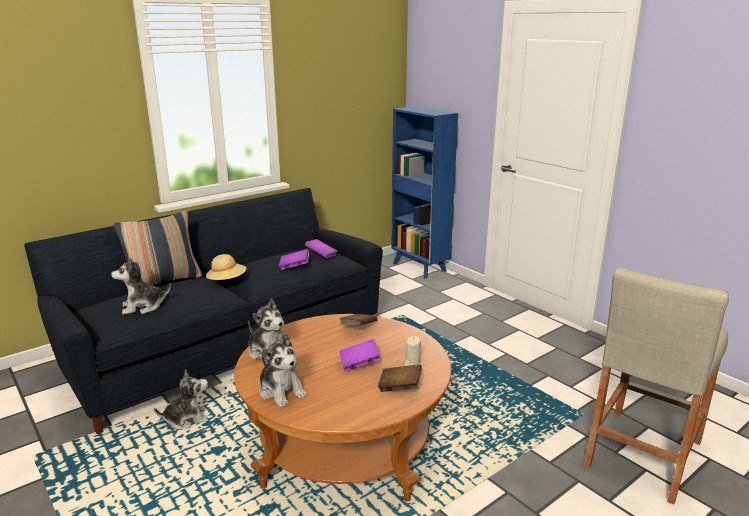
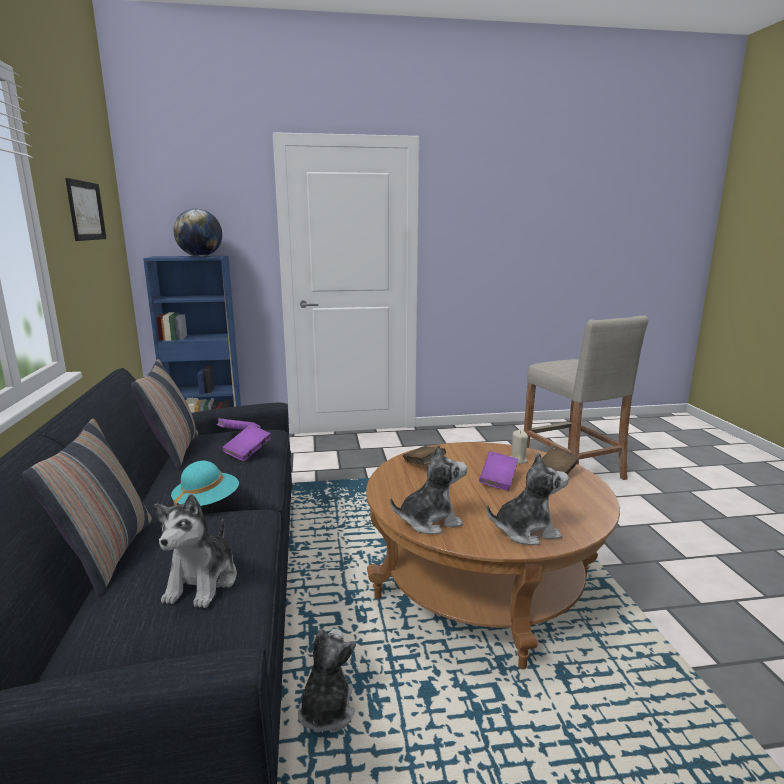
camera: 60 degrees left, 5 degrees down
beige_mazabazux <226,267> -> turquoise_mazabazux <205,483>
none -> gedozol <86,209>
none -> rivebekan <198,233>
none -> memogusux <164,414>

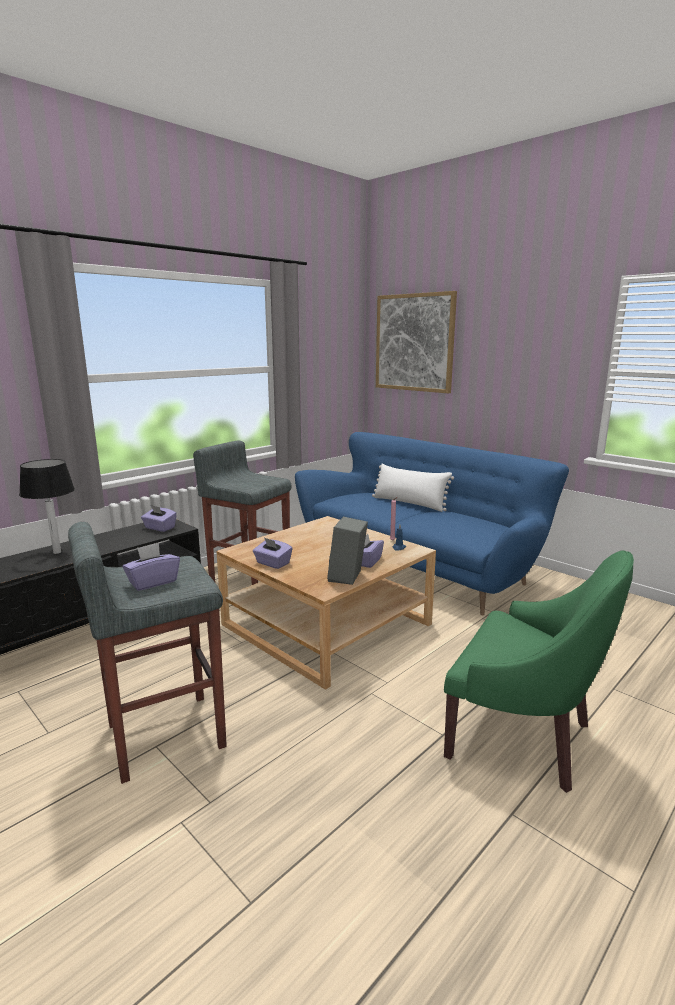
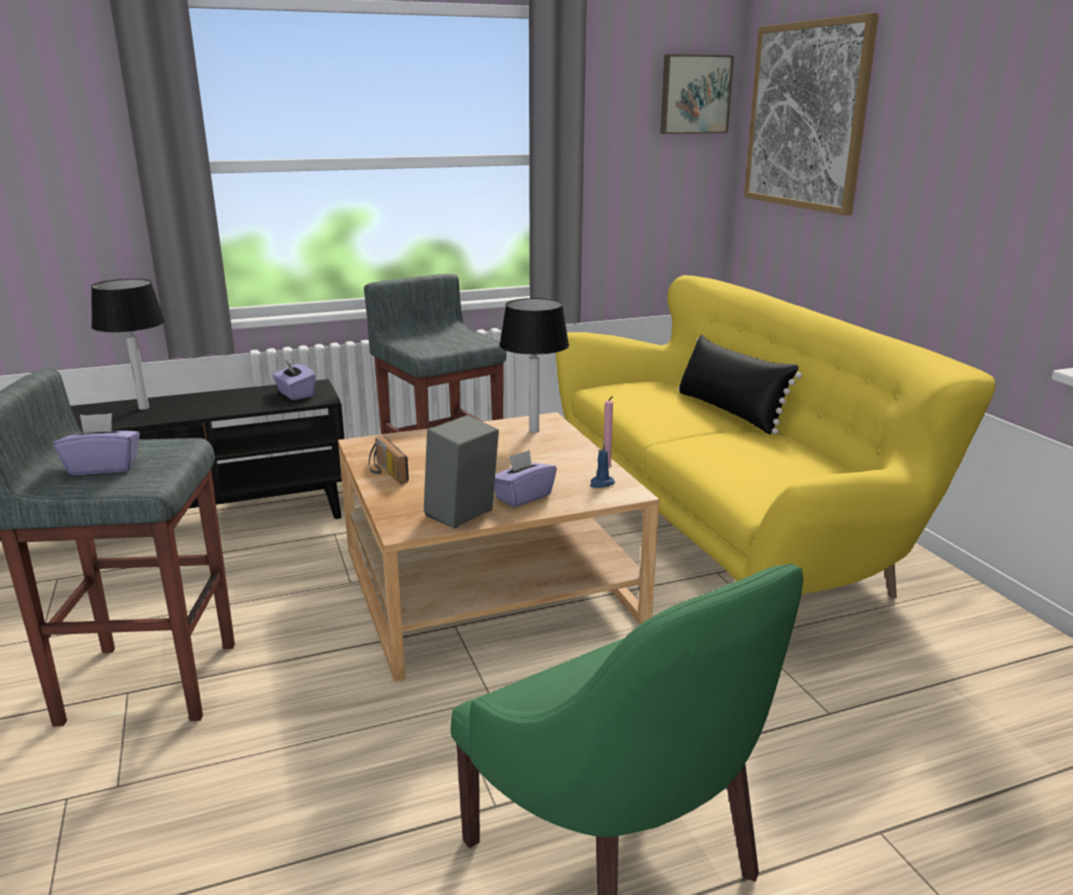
camera: 25 degrees right, 5 degrees up
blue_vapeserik <432,523> -> yellow_vapeserik <776,437>
white_memogusux <413,487> -> black_memogusux <740,385>
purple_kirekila <272,553> -> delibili <389,460>
none -> gedozol <697,94>
none -> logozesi <534,365>

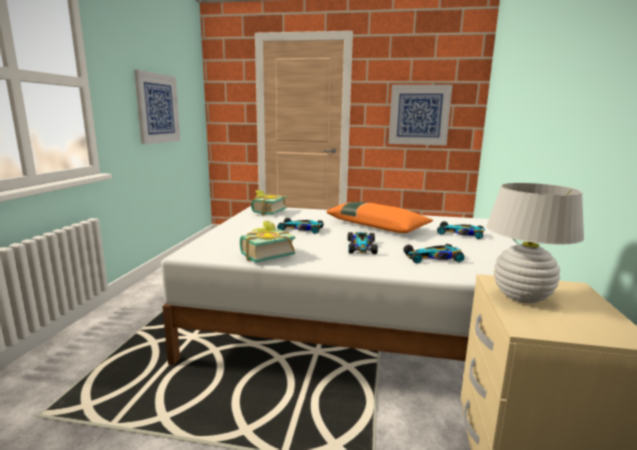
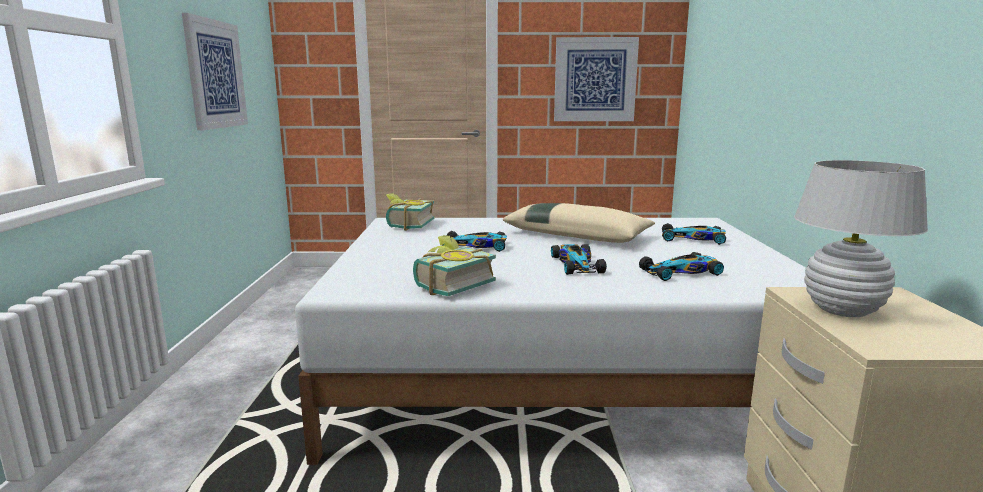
camera: 10 degrees left, 0 degrees up
orange_memogusux <379,217> -> beige_memogusux <579,223>

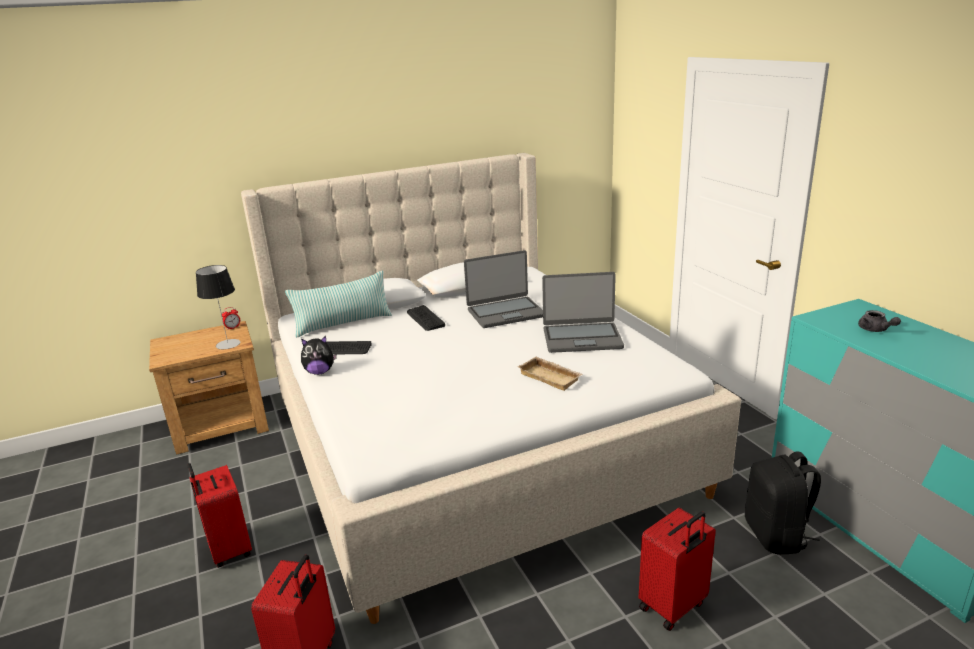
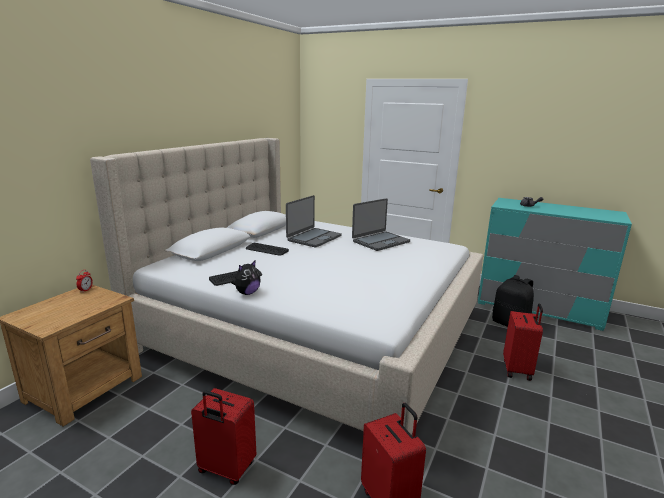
camera: 40 degrees left, 5 degrees down
logozesi <218,307> -> none
memogusux <338,304> -> none
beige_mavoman <550,373> -> none

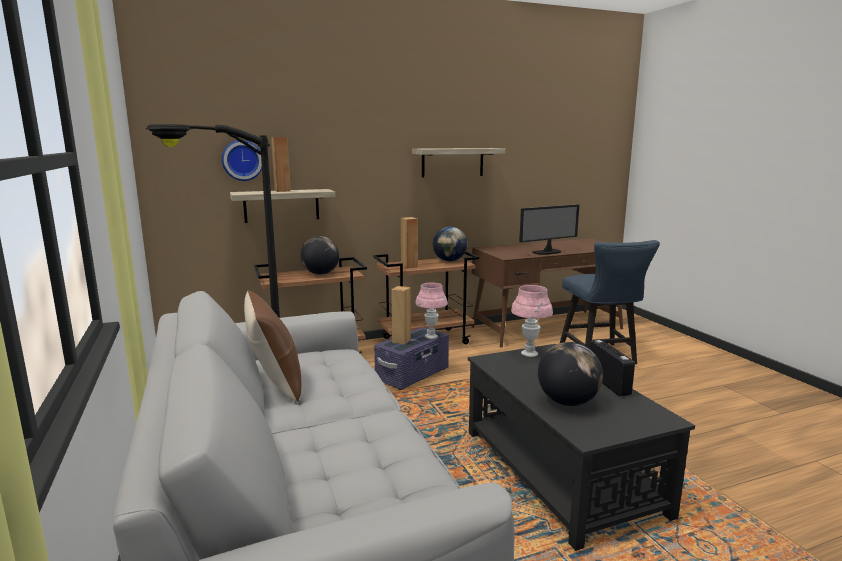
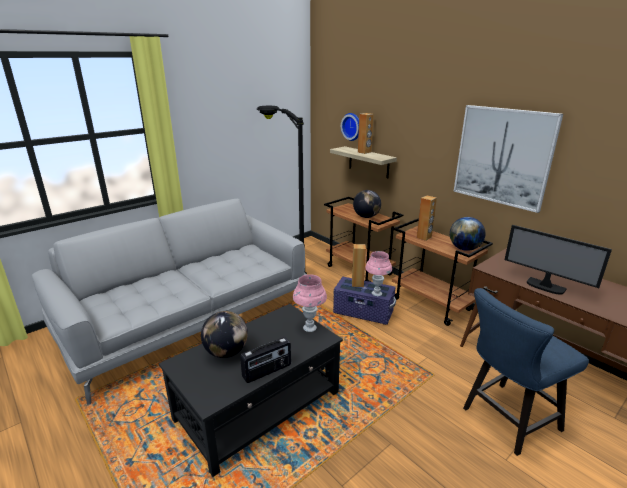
camera: 70 degrees right, 10 degrees up
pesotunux <458,163> -> gedozol <508,159>
brown_memogusux <273,346> -> none

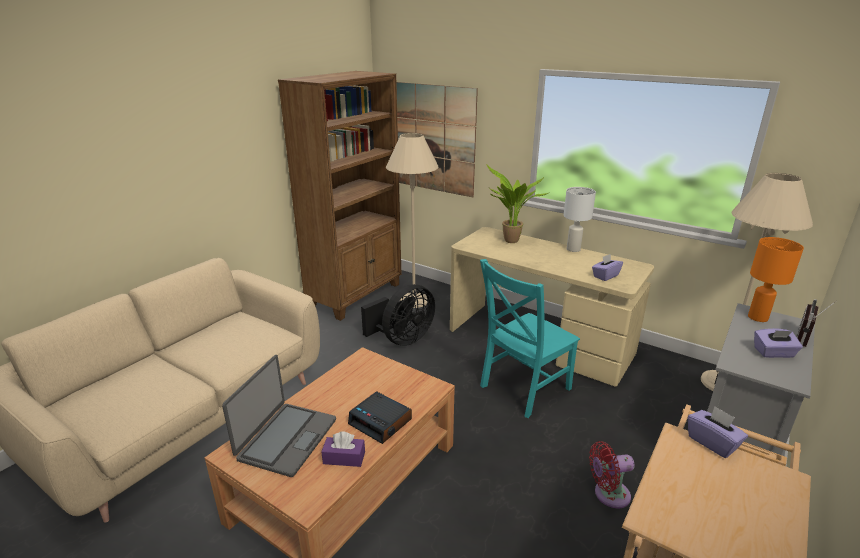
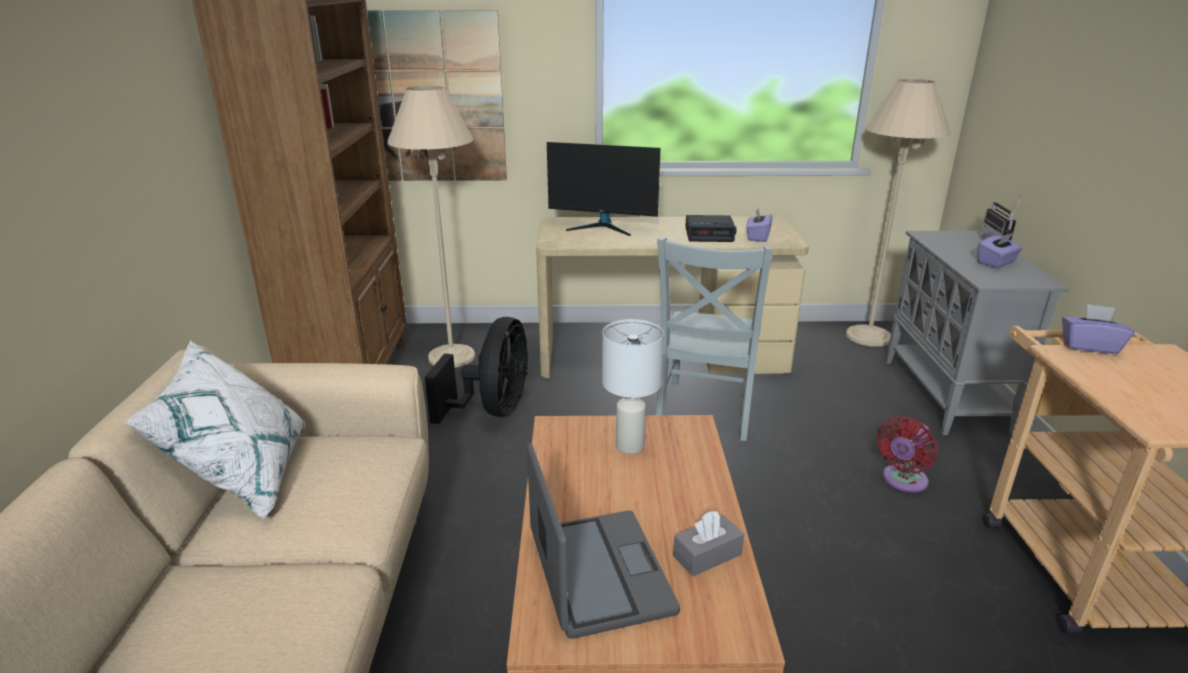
camera: 35 degrees left, 0 degrees up
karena <517,203> -> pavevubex <604,189>
white_logozesi <579,219> -> white_logozesi <633,386>, relocated
orange_logozesi <776,279> -> none
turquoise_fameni <530,338> -> grey_fameni <714,339>
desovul <380,417> -> desovul <711,228>, relocated
purple_kirekila <343,449> -> grey_kirekila <708,544>
none -> white_memogusux <214,429>

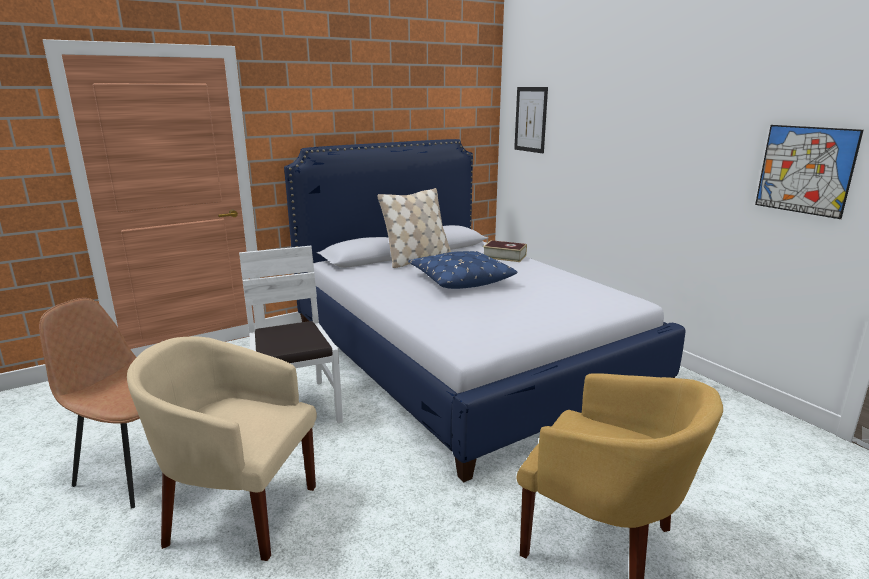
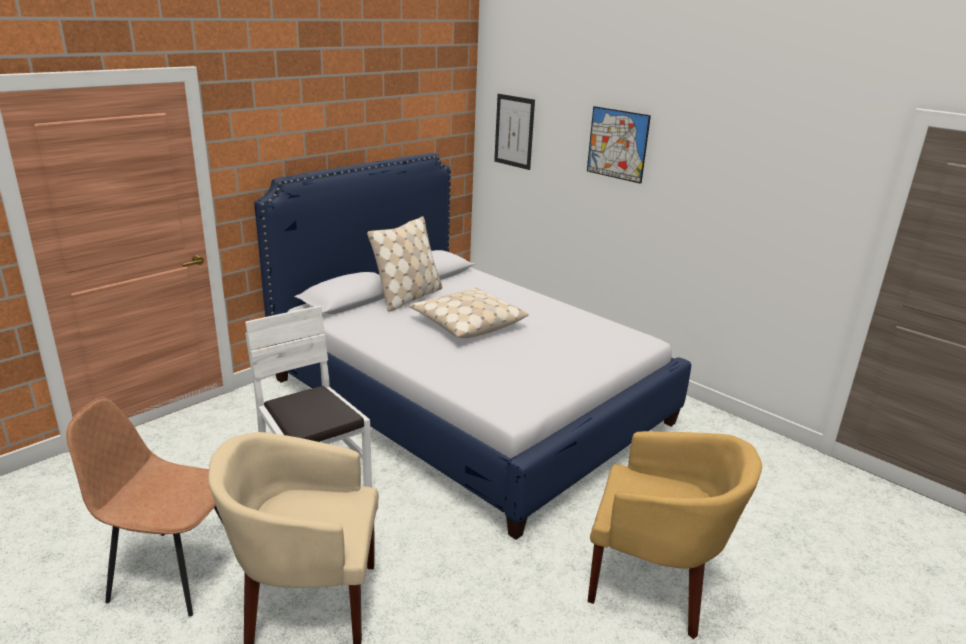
camera: 15 degrees left, 5 degrees up
gedozol <809,172> -> gedozol <619,145>, relocated
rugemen <505,251> -> none
blue_memogusux <463,270> -> beige_memogusux <469,313>

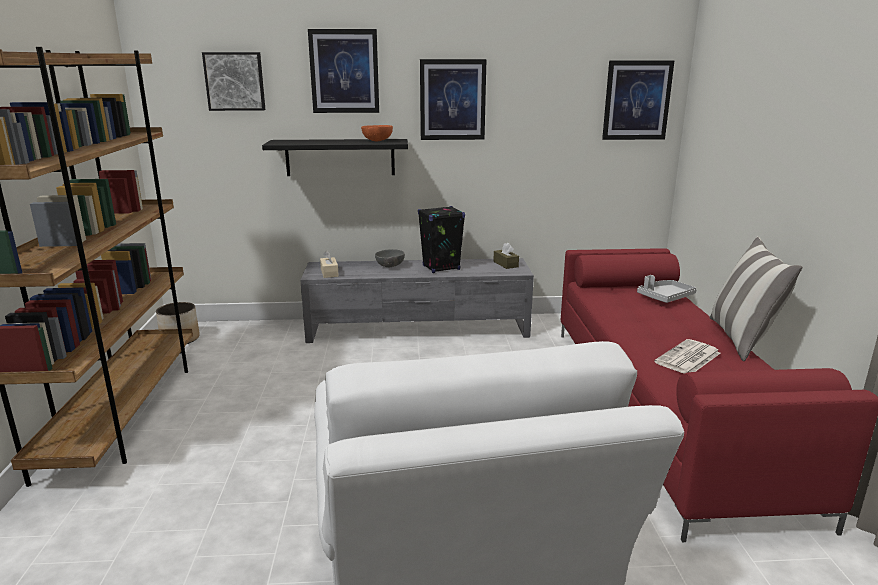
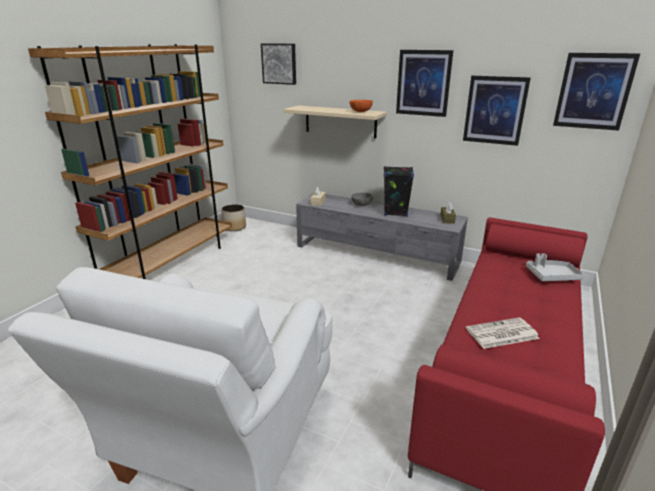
camera: 30 degrees right, 5 degrees up
gedozol <343,71> -> gedozol <497,111>, relocated
black_pesotunux <335,157> -> beige_pesotunux <335,121>
memogusux <756,298> -> none

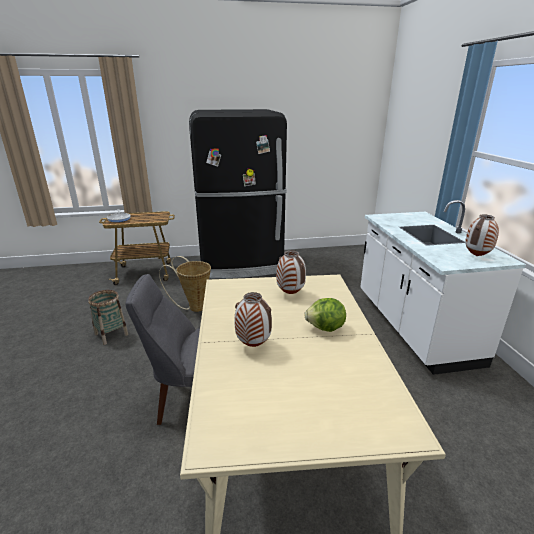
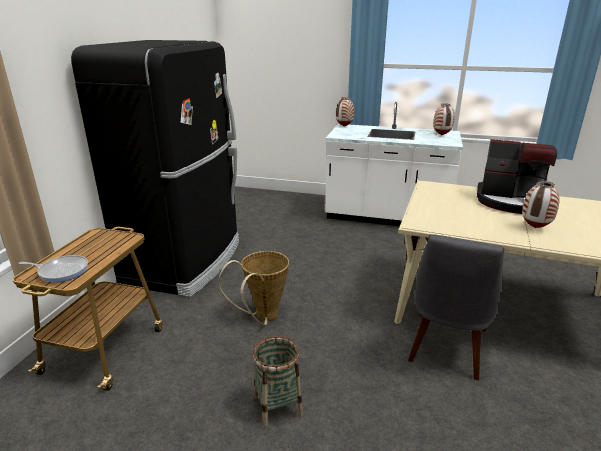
camera: 65 degrees left, 0 degrees up
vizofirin <291,272> -> vizofirin <345,112>, relocated
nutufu <325,315> -> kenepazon <517,176>

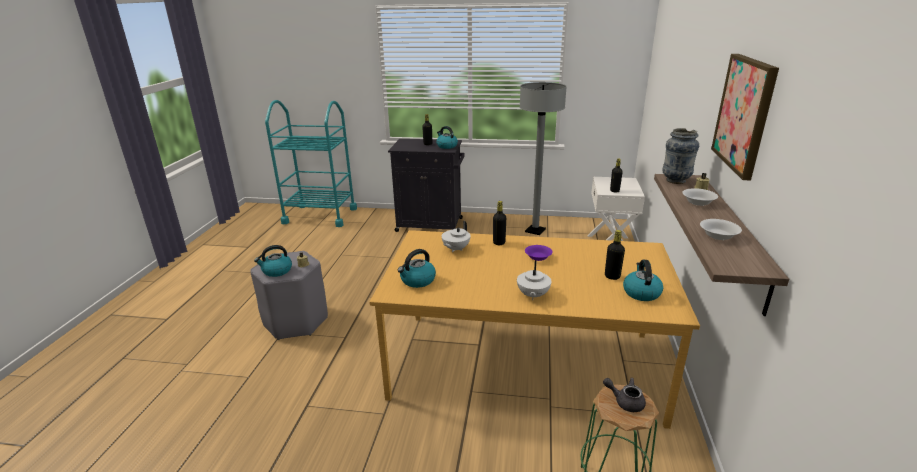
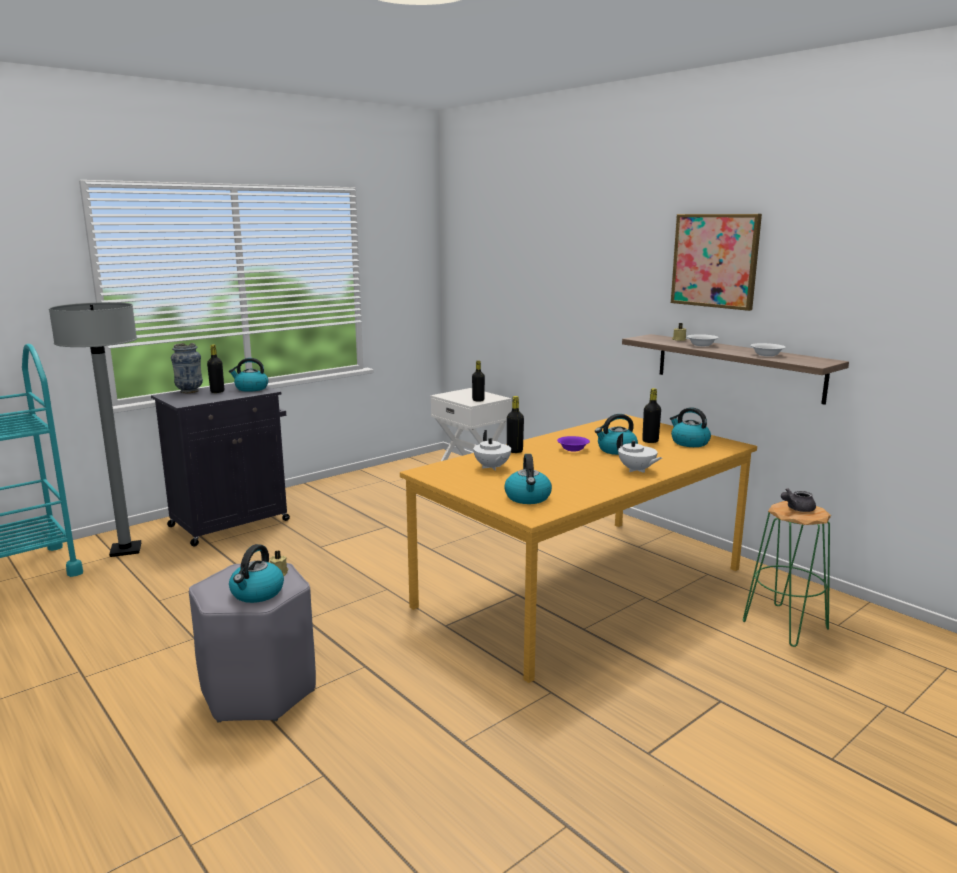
camera: 50 degrees left, 10 degrees down
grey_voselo <543,158> -> grey_voselo <95,429>, relocated
vizofirin <680,156> -> vizofirin <187,368>, relocated
none -> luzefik <616,434>

